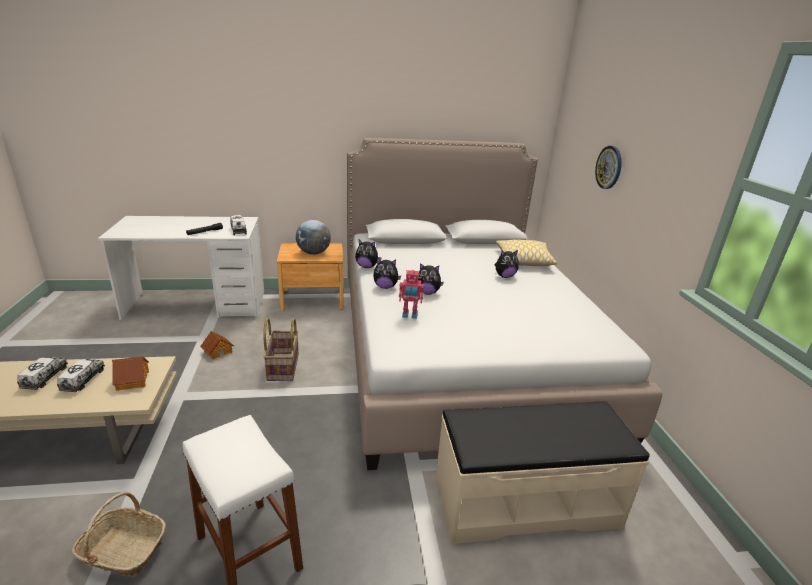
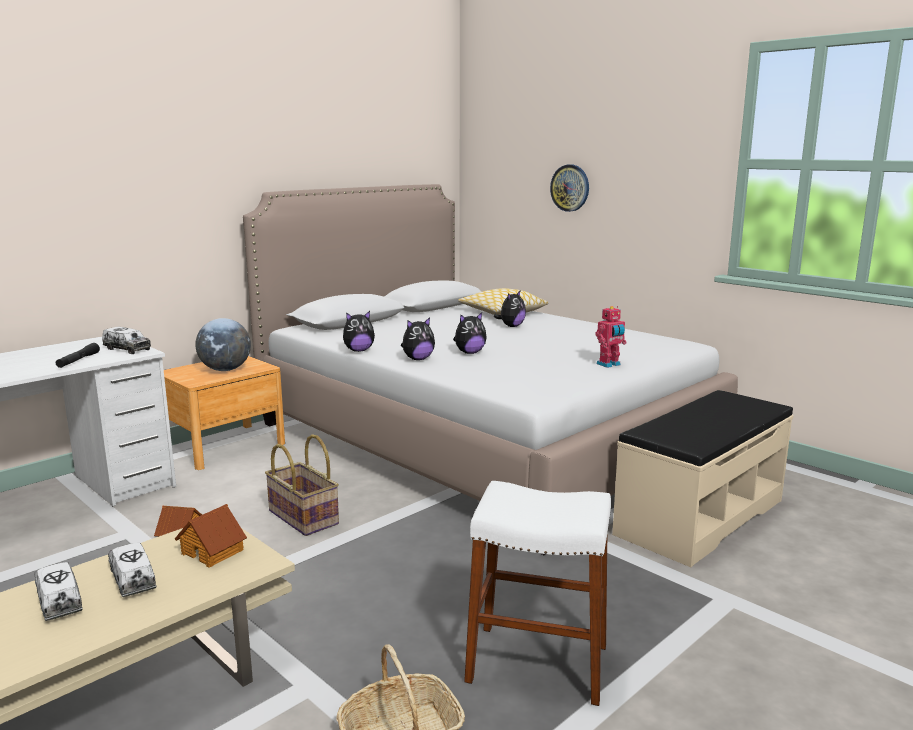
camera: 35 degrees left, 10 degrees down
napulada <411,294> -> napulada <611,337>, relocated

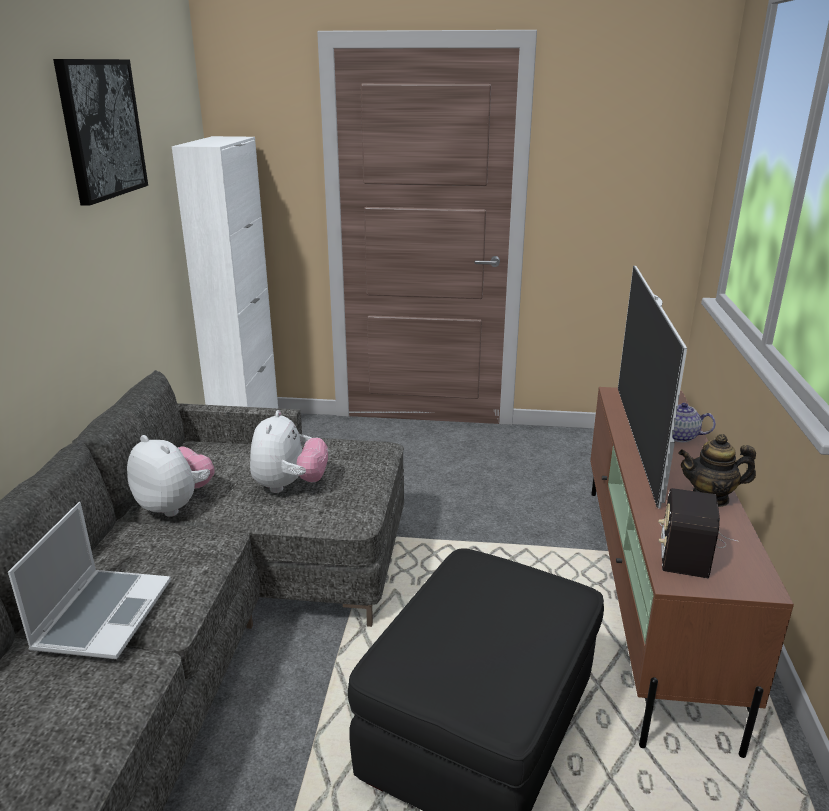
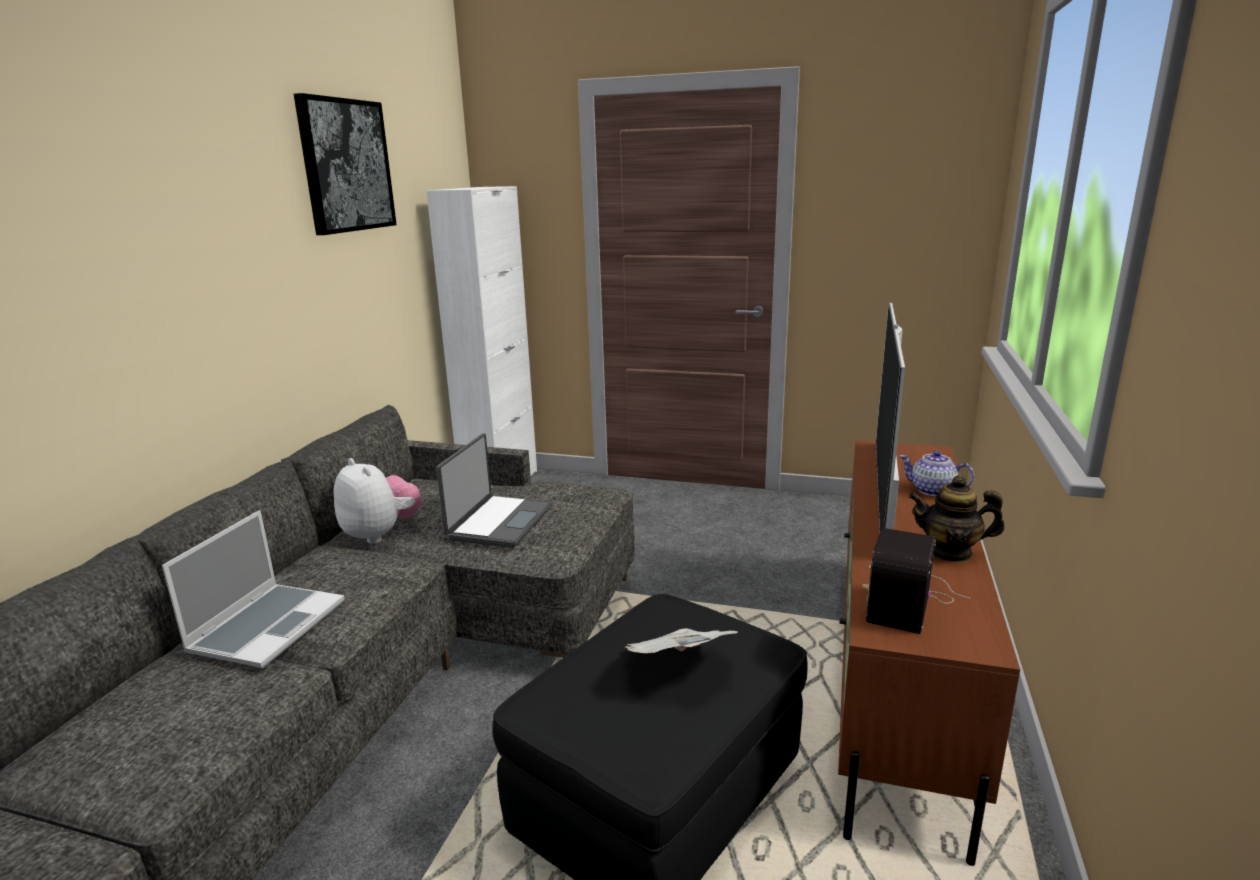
camera: 10 degrees right, 5 degrees down
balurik <289,451> -> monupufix <494,490>
none -> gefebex <681,640>

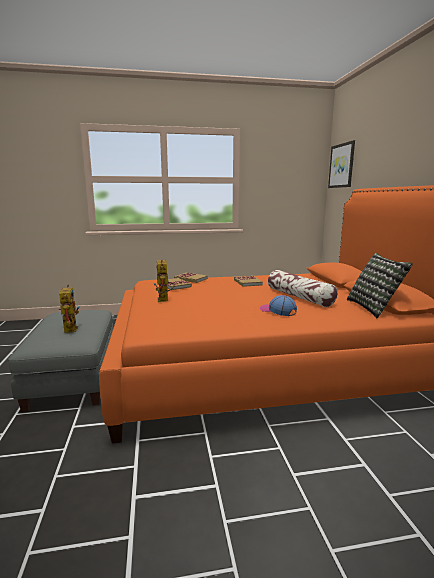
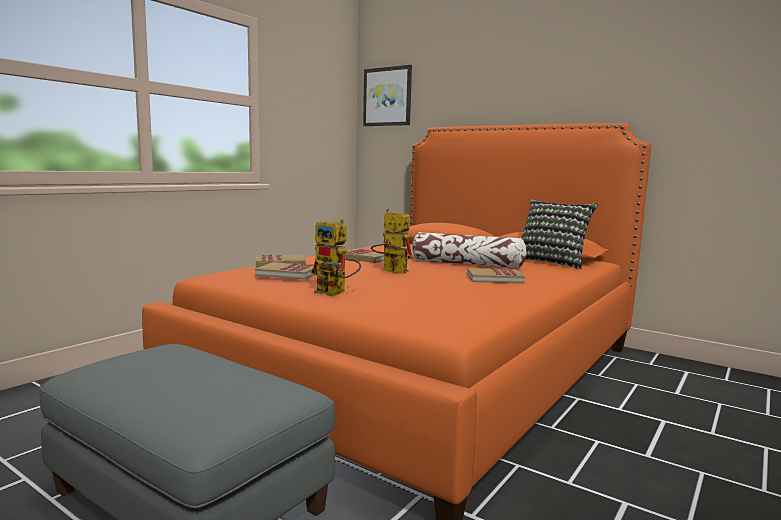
camera: 45 degrees left, 5 degrees down
napulada <69,309> -> napulada <392,241>, relocated
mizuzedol <278,305> -> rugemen <496,275>

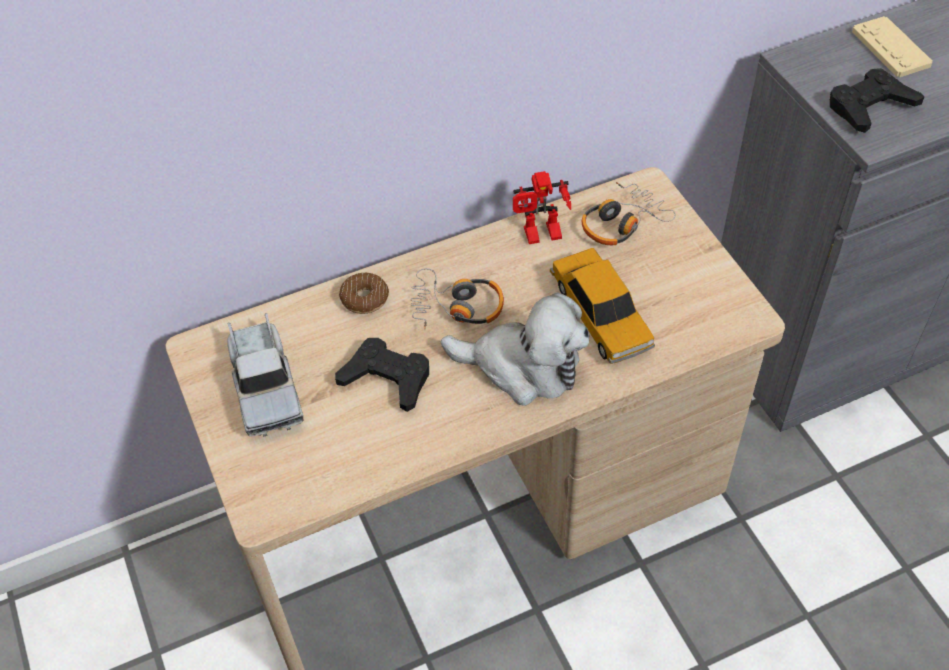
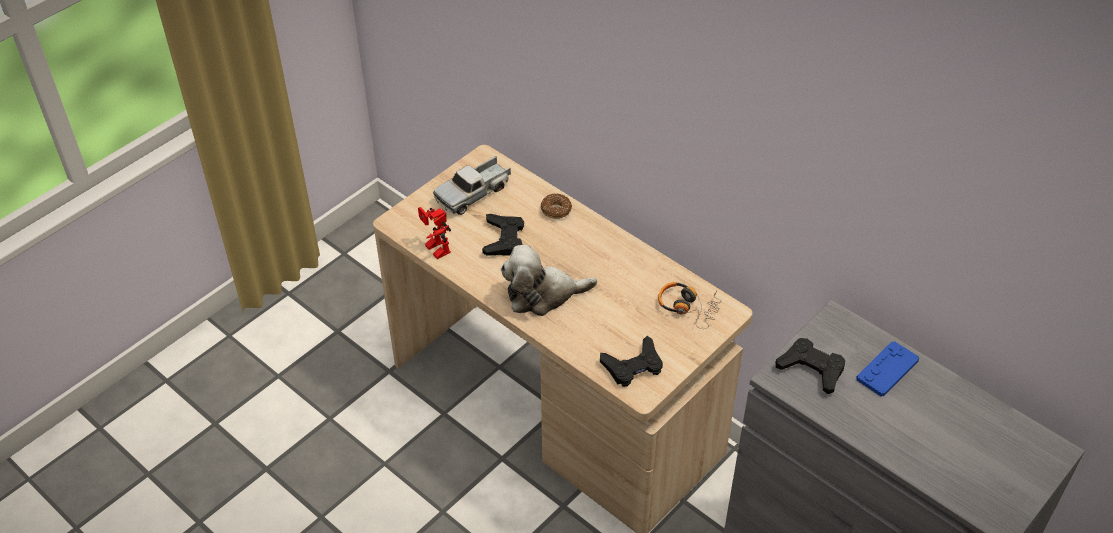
camera: 65 degrees right, 5 degrees down
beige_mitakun <892,46> -> blue_mitakun <887,369>
napulada <542,207> -> napulada <434,233>, relocated
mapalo <602,306> -> none
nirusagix <457,299> -> none
balurik <515,349> -> balurik <549,280>, 90 degrees clockwise
none -> black_mitakun <631,361>

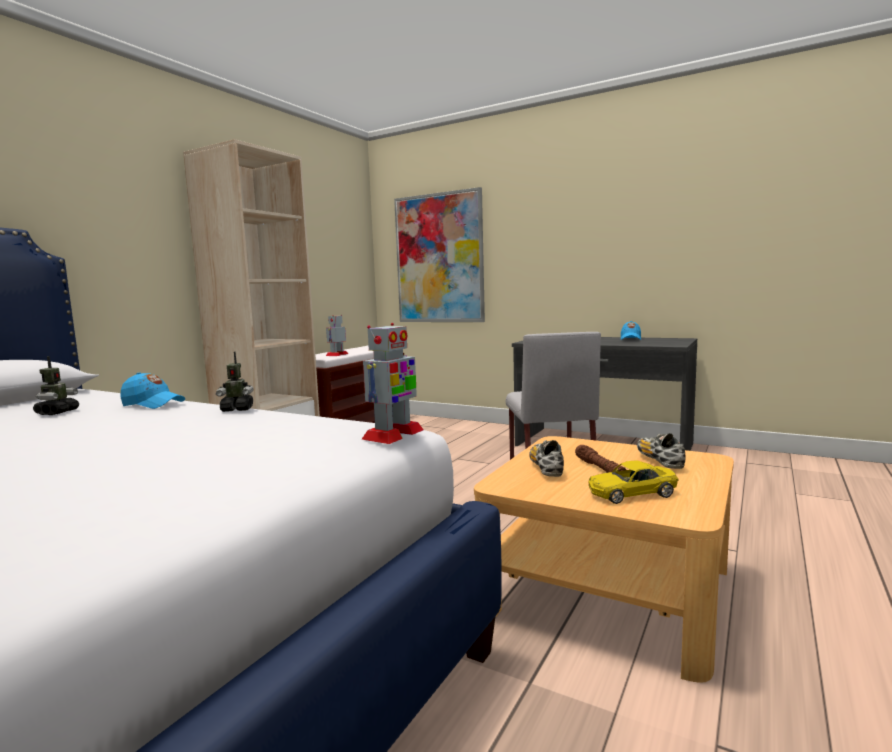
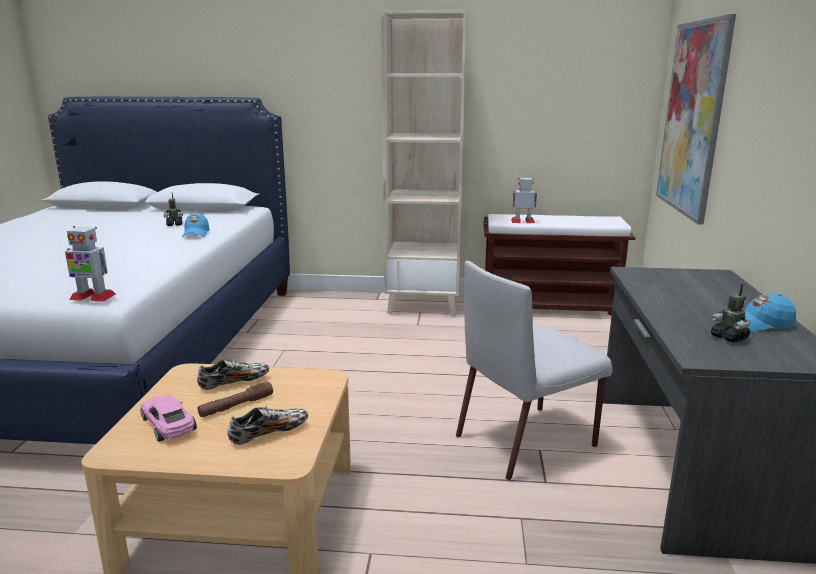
camera: 65 degrees right, 10 degrees up
napulada <234,381> -> napulada <731,313>, relocated
yellow_mapalo <634,482> -> pink_mapalo <168,418>

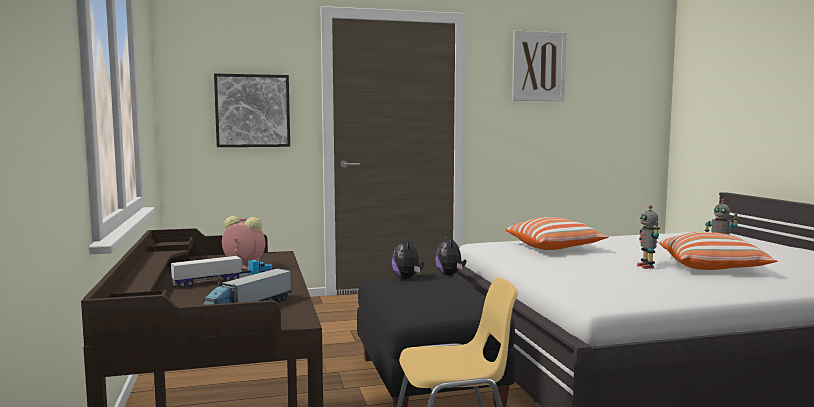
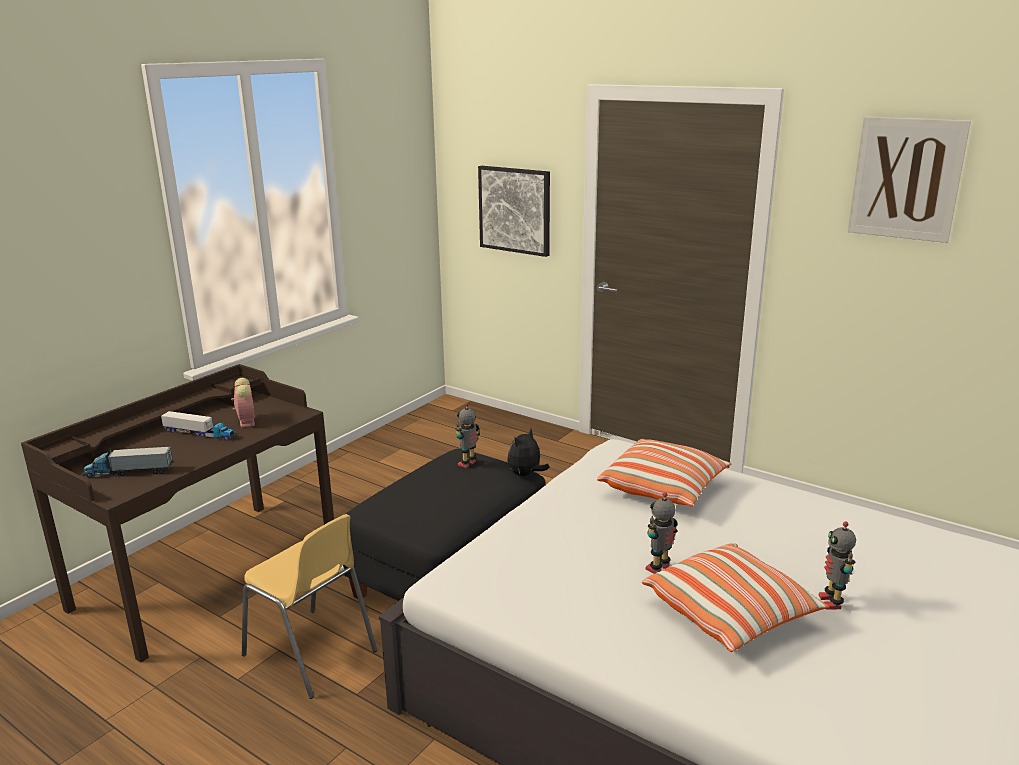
camera: 50 degrees right, 15 degrees up
balurik <408,257> -> napulada <467,435>

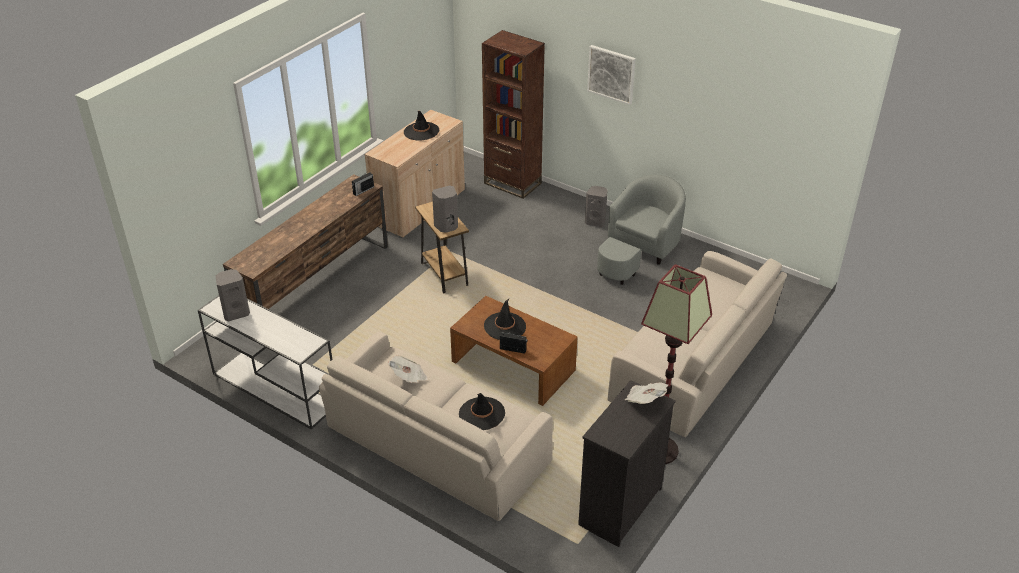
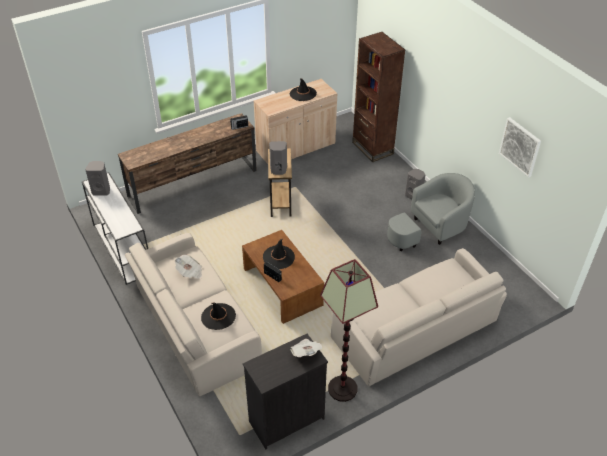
camera: 25 degrees right, 5 degrees up
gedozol <611,75> -> gedozol <520,147>, relocated

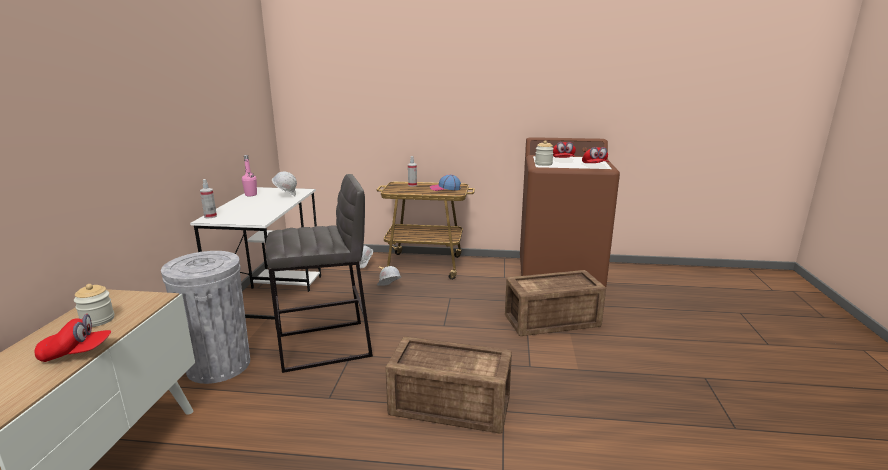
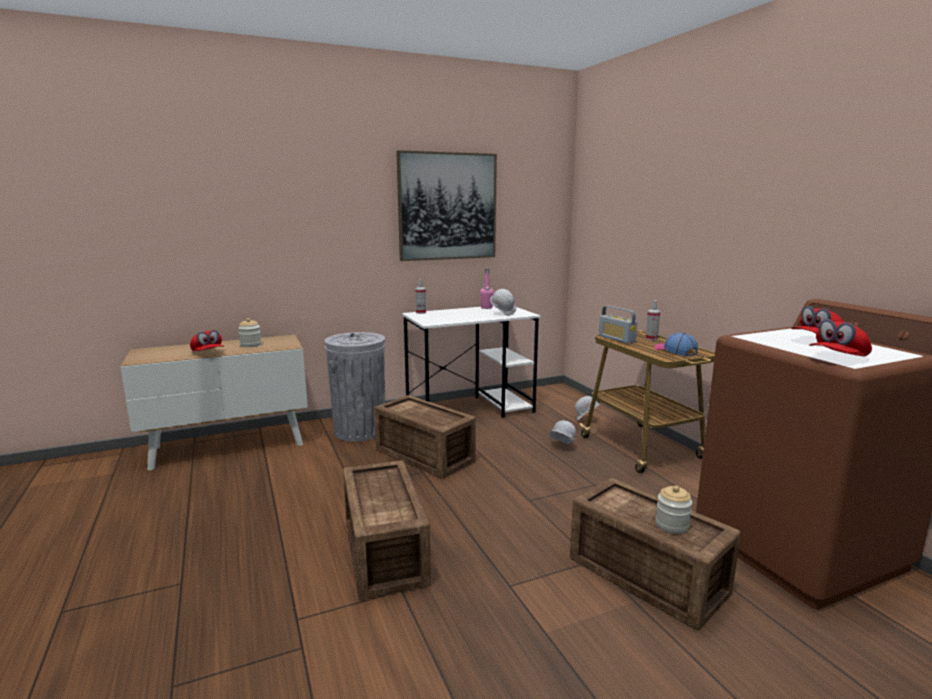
camera: 60 degrees right, 5 degrees down
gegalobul <544,153> -> gegalobul <674,510>, relocated
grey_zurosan <319,273> -> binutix <425,437>
none -> gedozol <446,205>
none -> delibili <618,325>

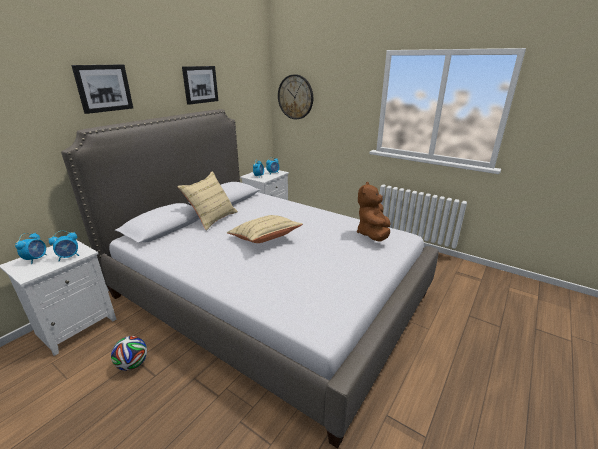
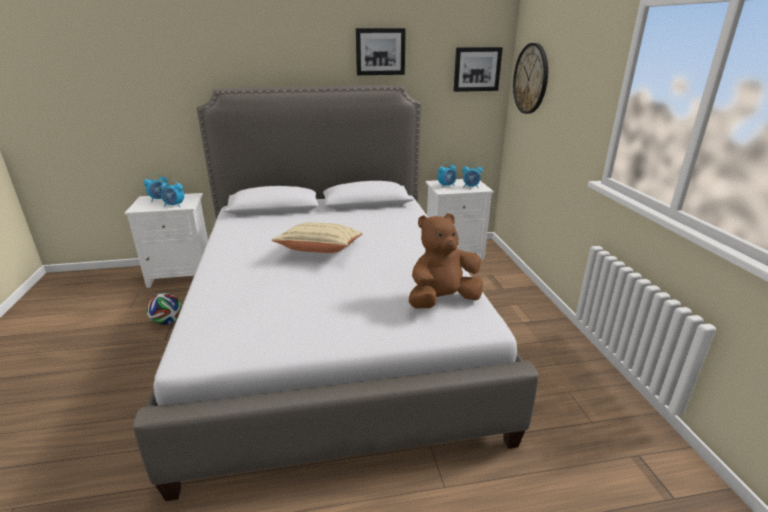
camera: 45 degrees right, 0 degrees up
gedozol <102,89> -> gedozol <478,69>, relocated
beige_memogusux <207,201> -> none

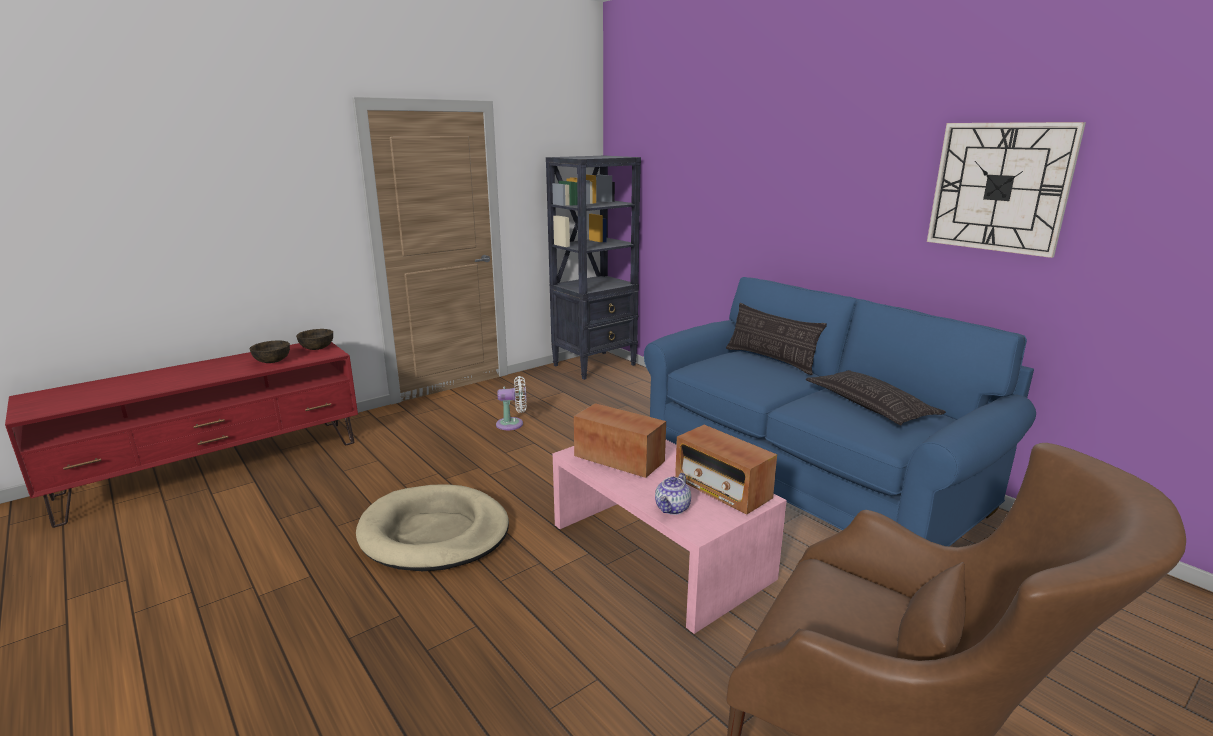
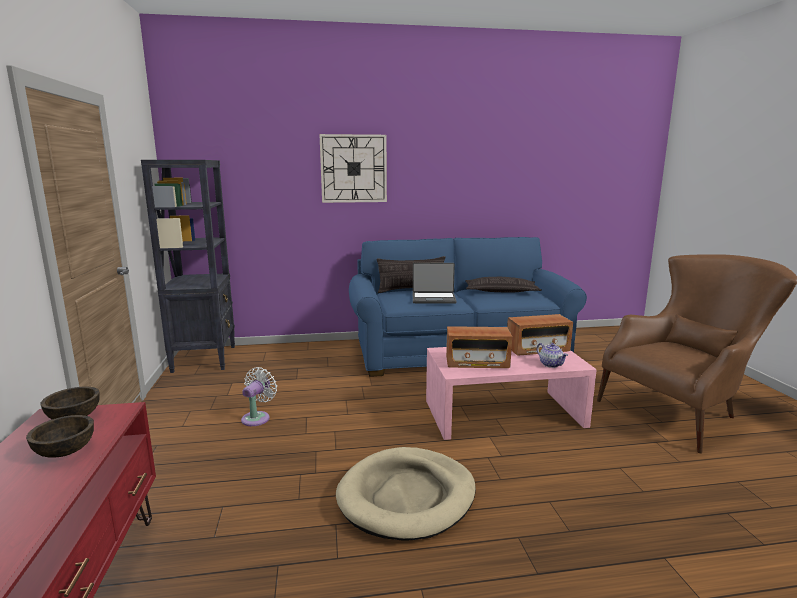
camera: 60 degrees left, 5 degrees down
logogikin <1006,190> -> logogikin <353,168>, relocated
delibili <620,440> -> delibili <479,347>, 150 degrees counterclockwise
none -> monupufix <435,283>

